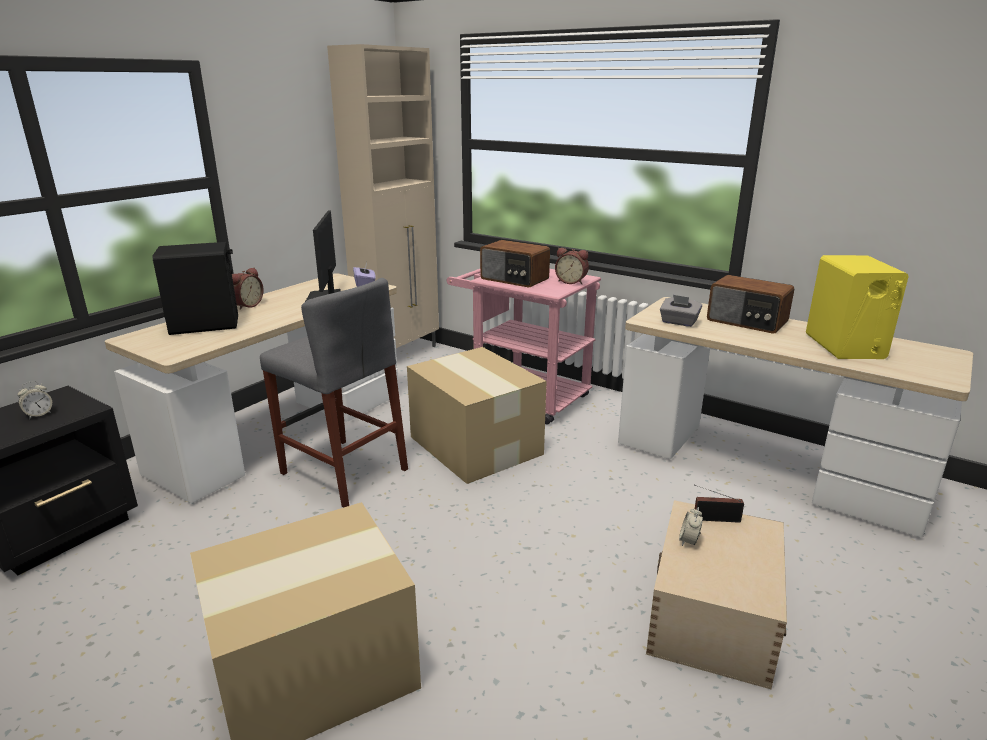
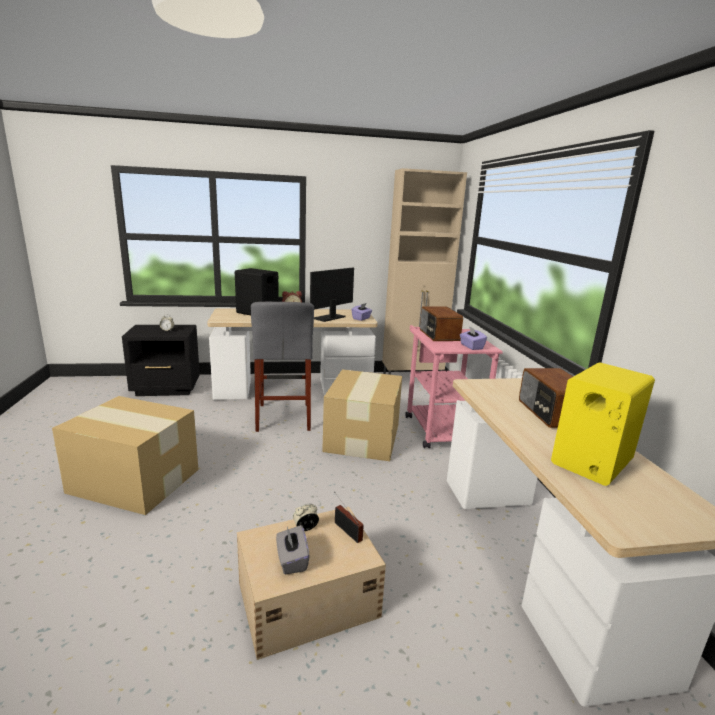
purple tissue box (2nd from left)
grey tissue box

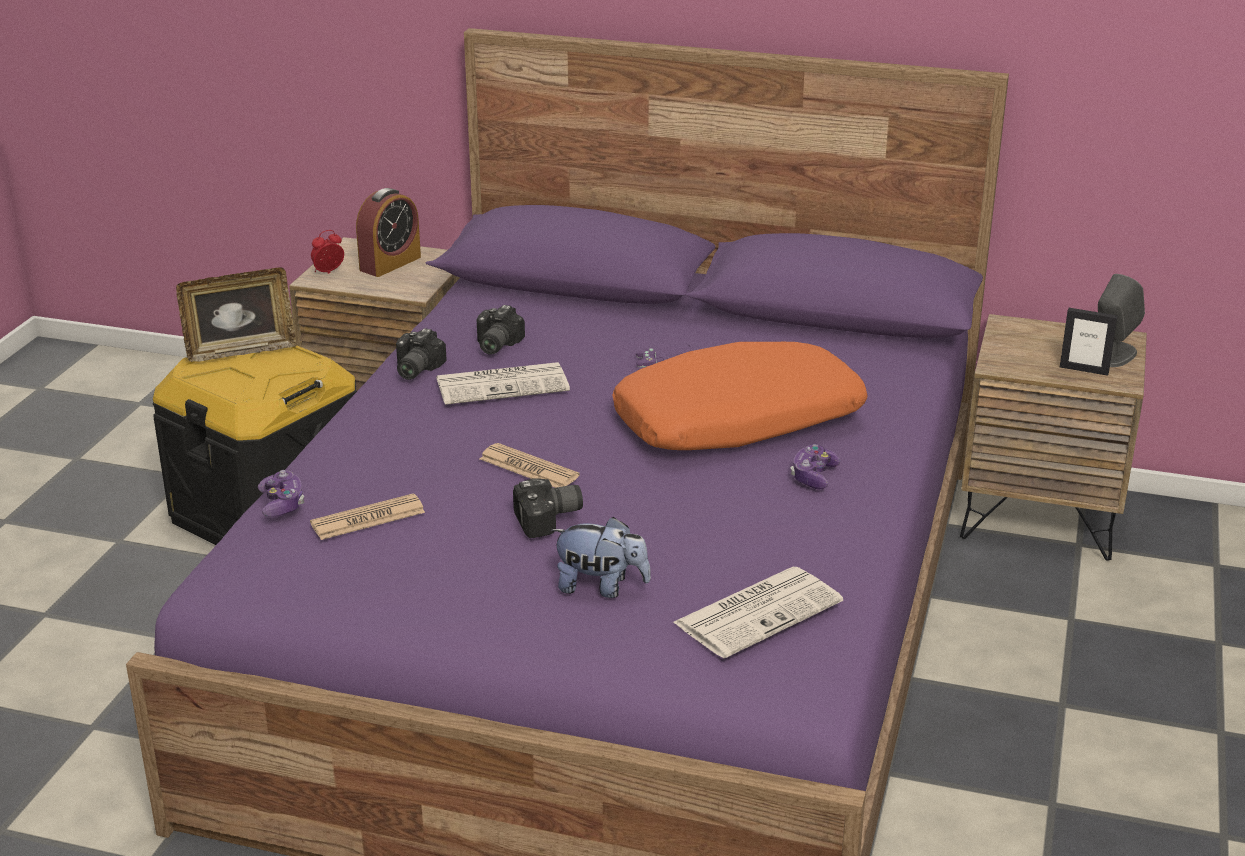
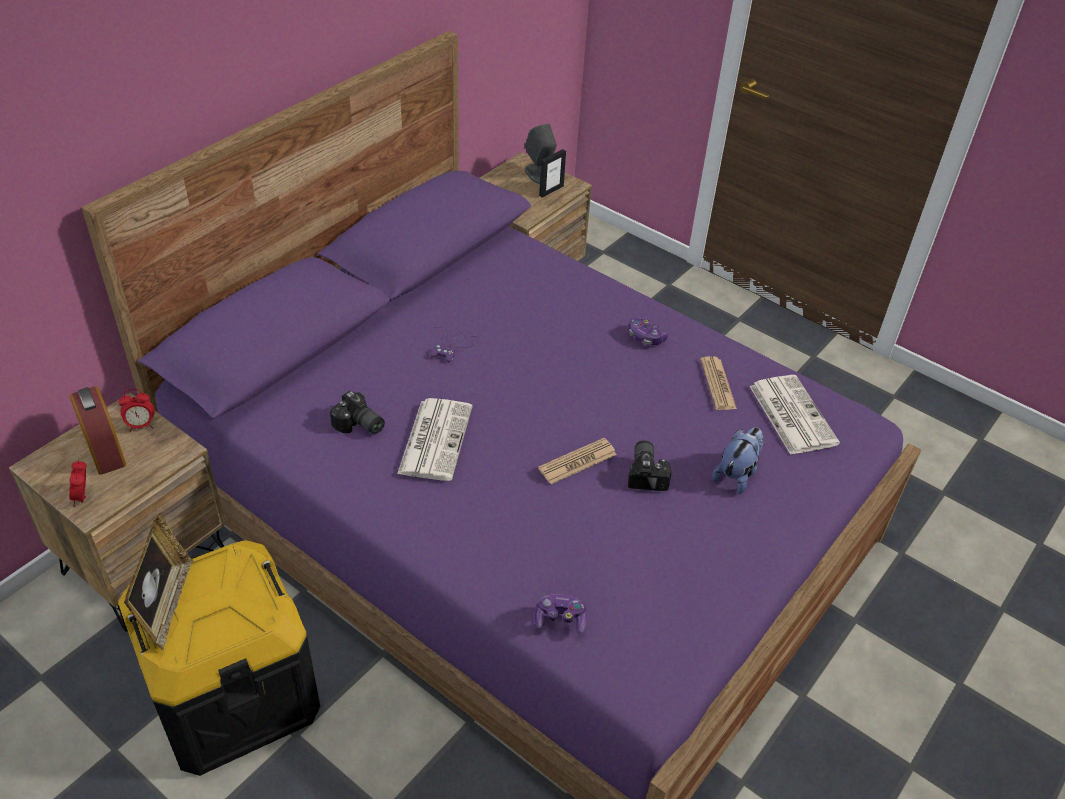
photo camera (1st from left in the first image)
orange pillow
newspaper (3rd from left)
alarm clock (3rd from left)

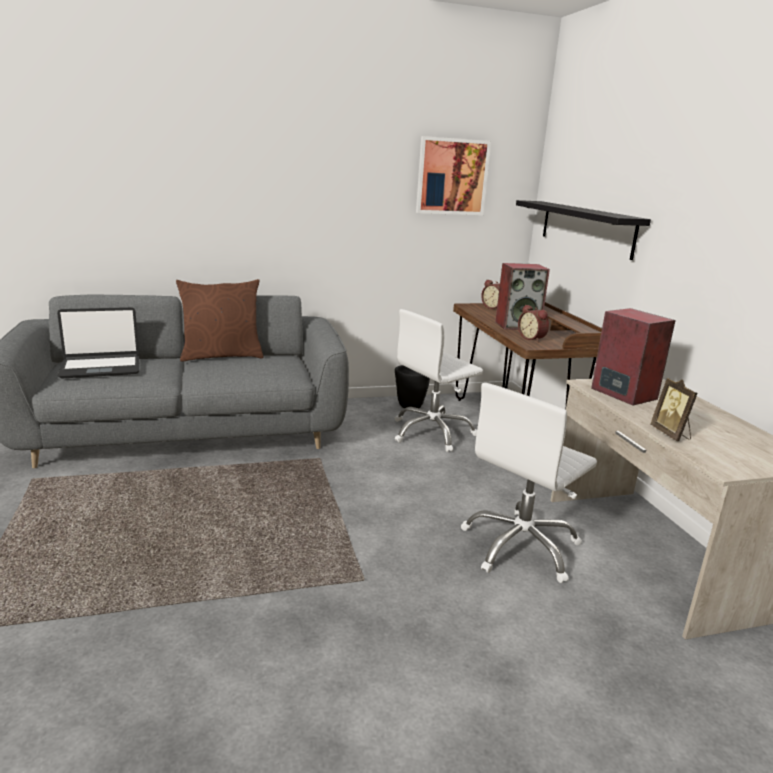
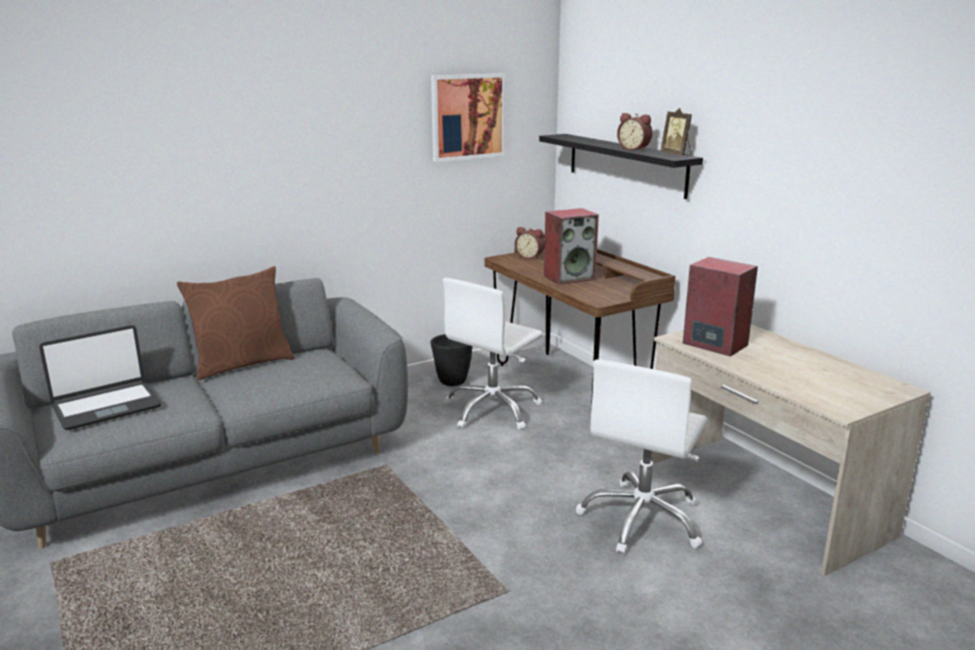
alarm clock (2nd from left)
picture frame

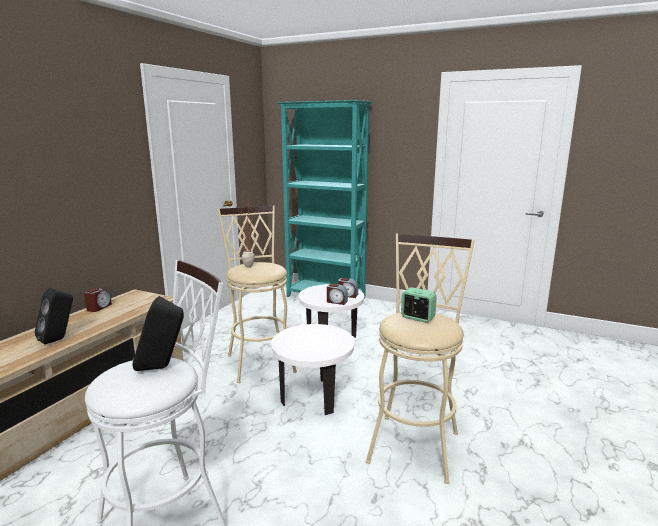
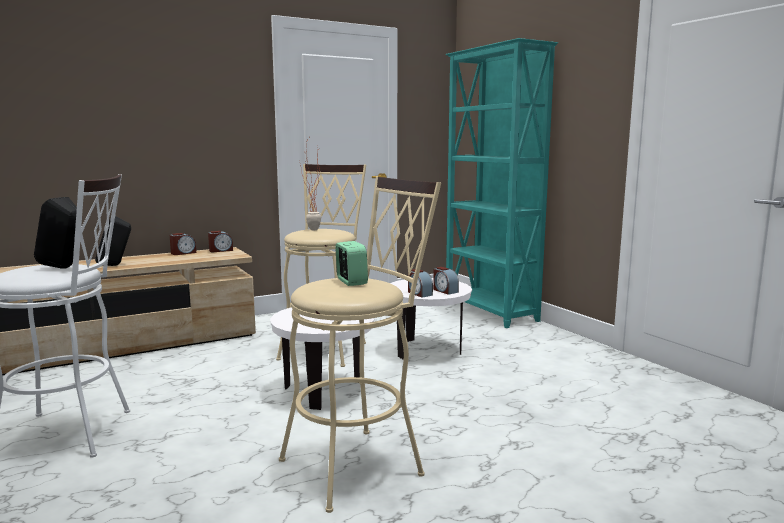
alarm clock (2nd from left)

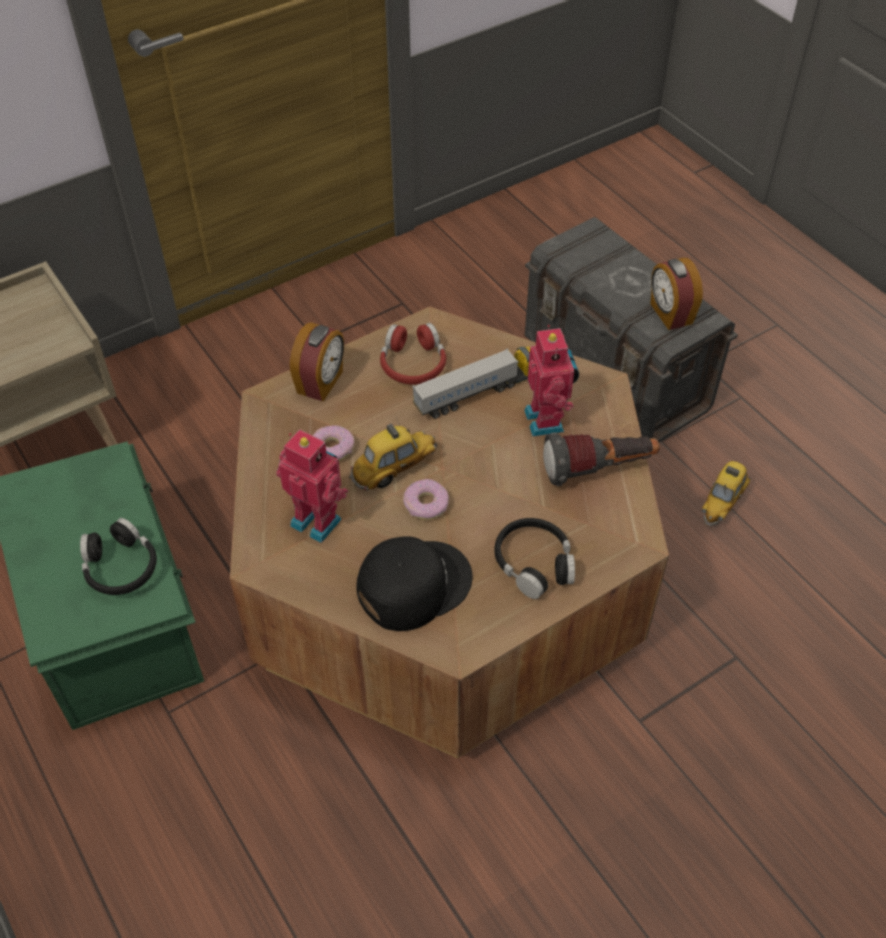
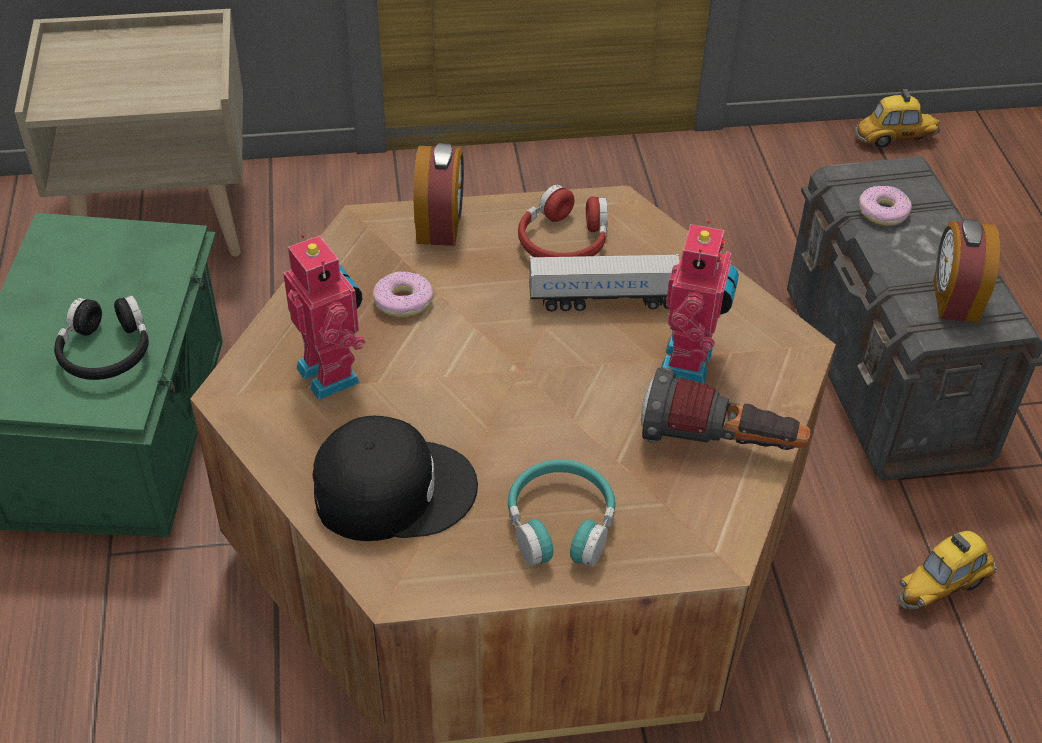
alarm clock (1st from left)
toy car (1st from left)
donut (2nd from left)
turquoise headphones

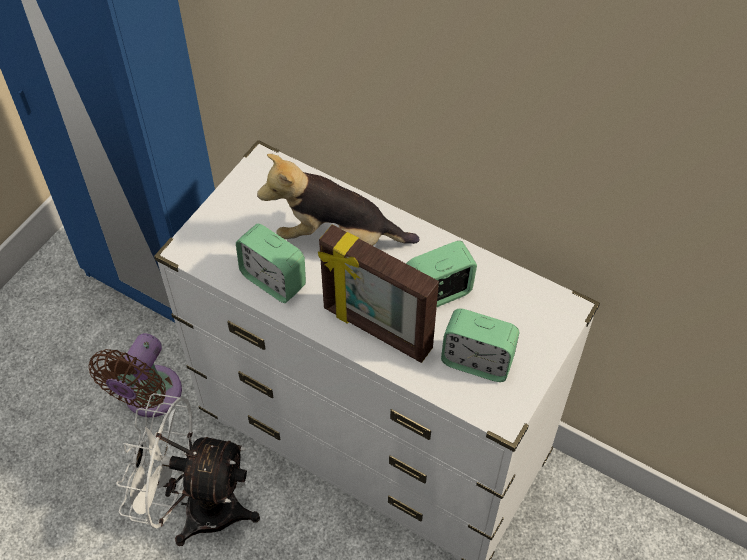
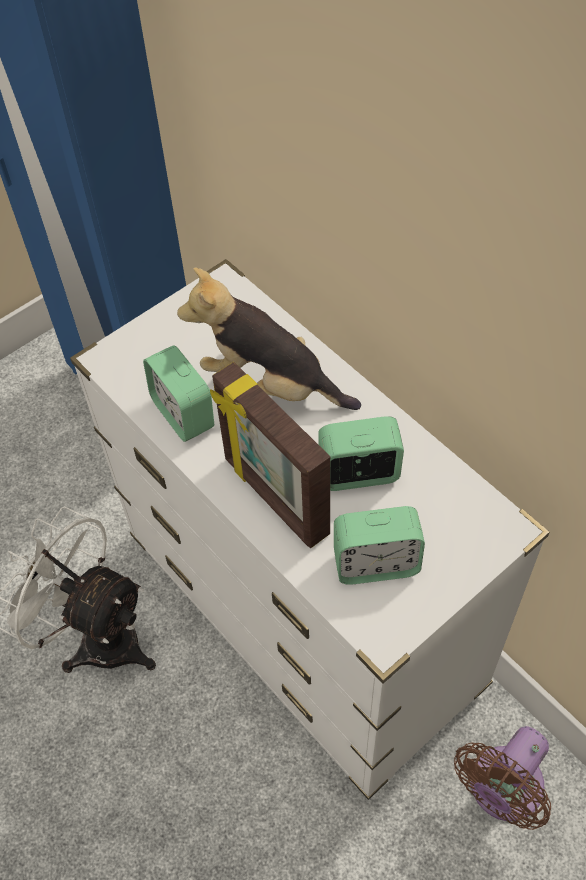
alarm clock (3rd from left)
brown fan

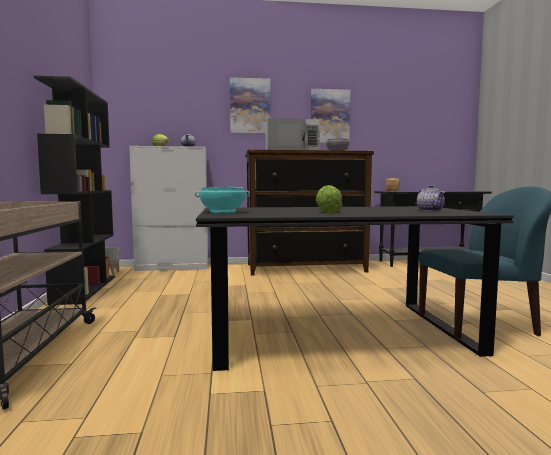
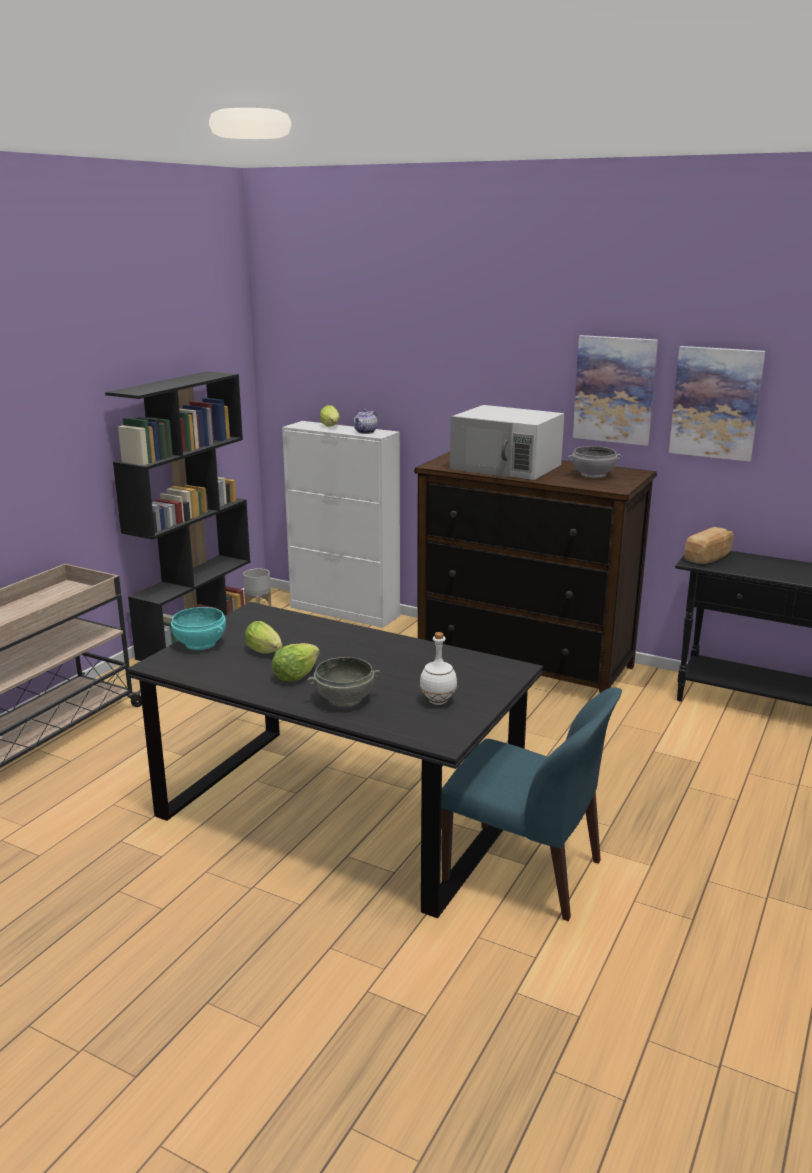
picture (2nd from left)
white bottle
lettuce (1st from left)
grey bowl (1st from left)

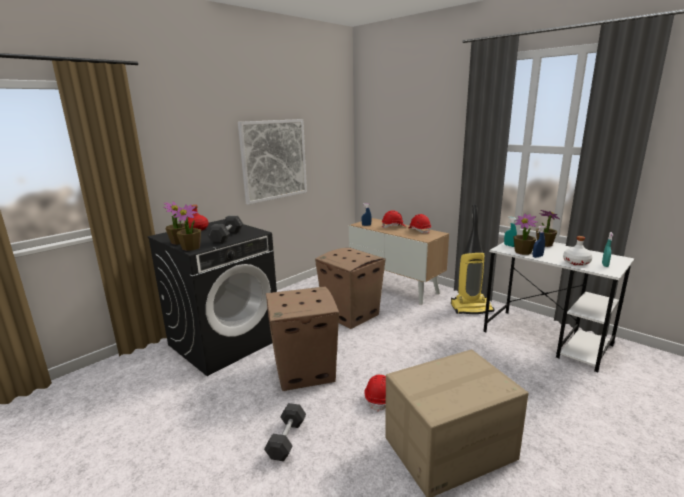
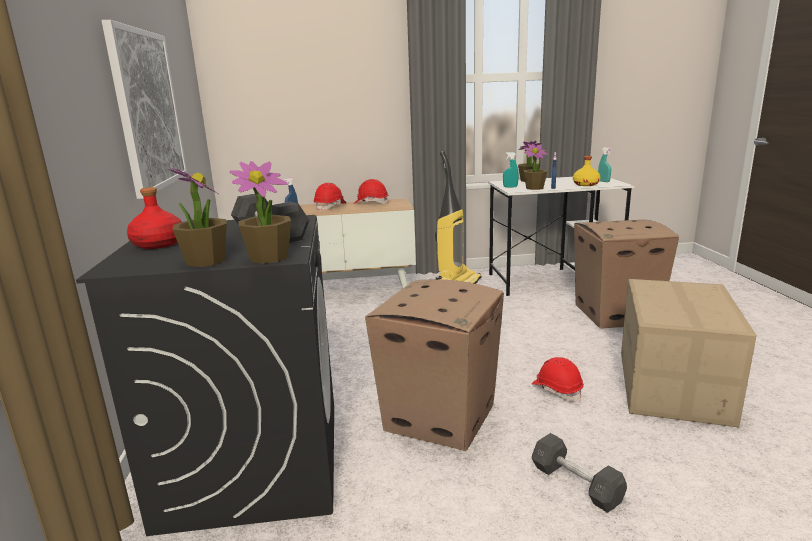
yellow bottle
cardboard box (2nd from left)

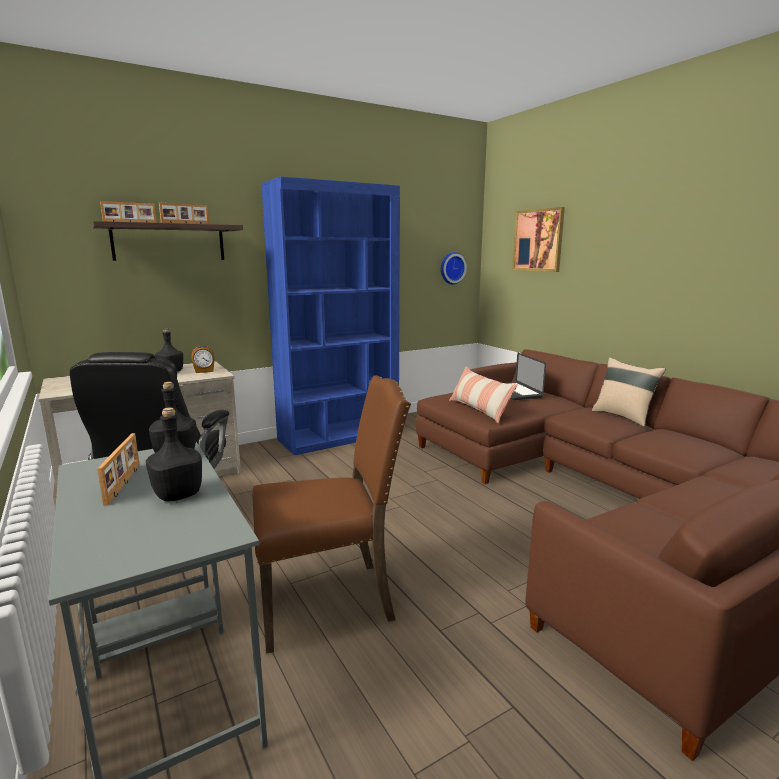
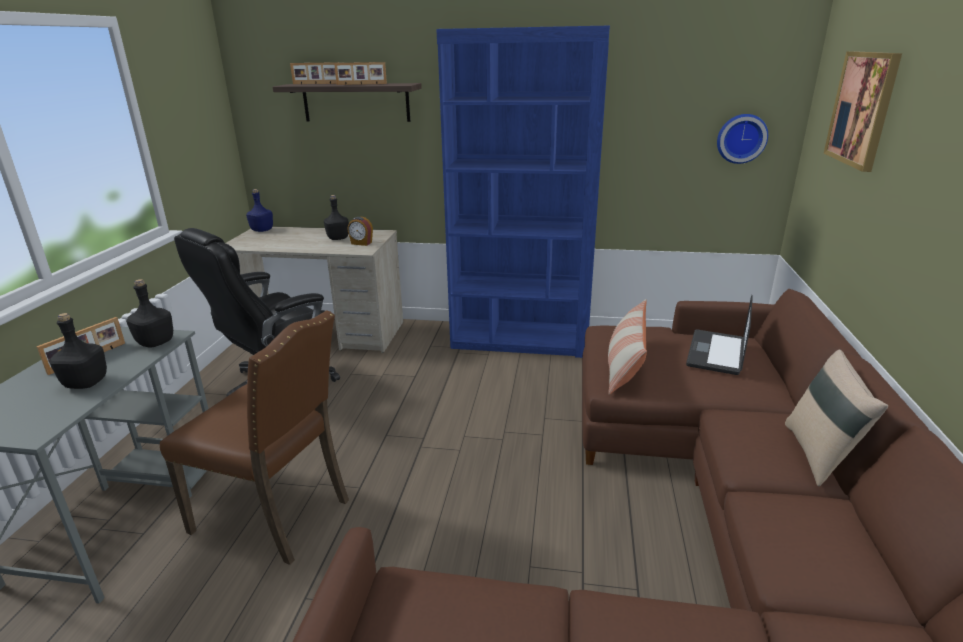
blue bottle

